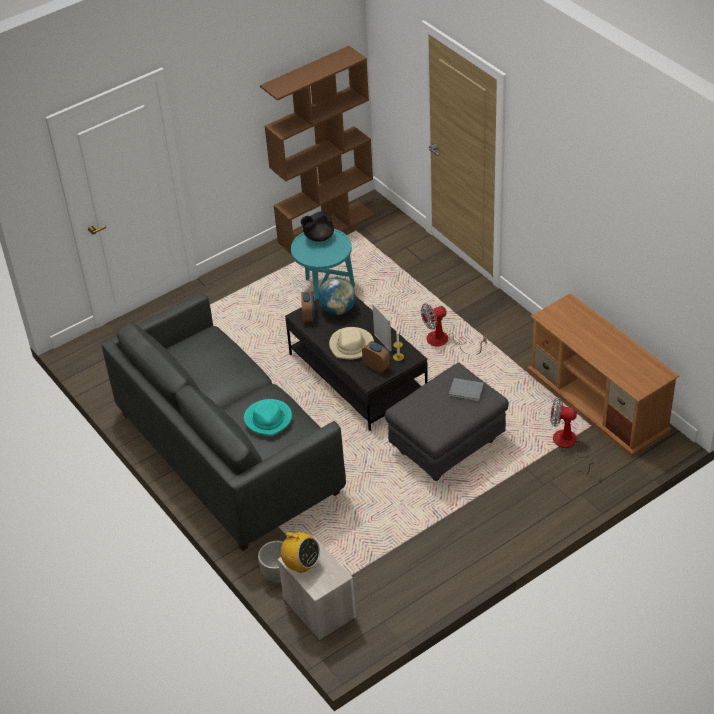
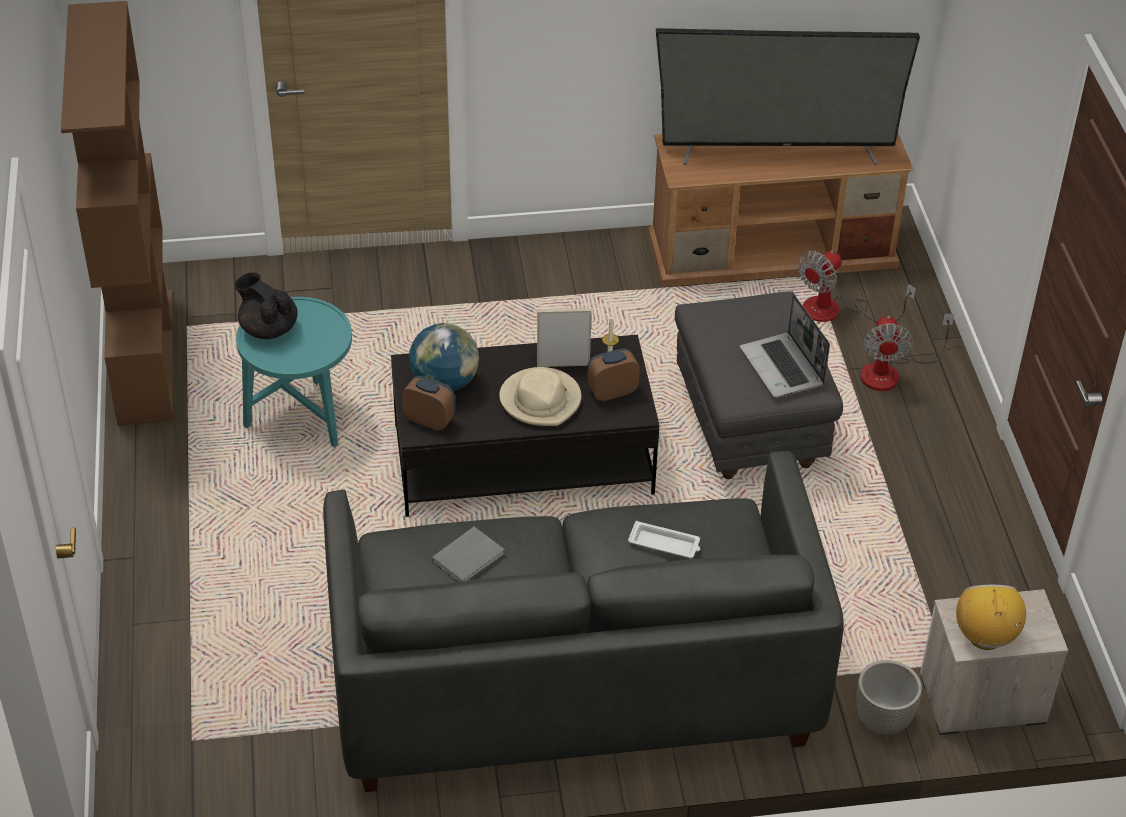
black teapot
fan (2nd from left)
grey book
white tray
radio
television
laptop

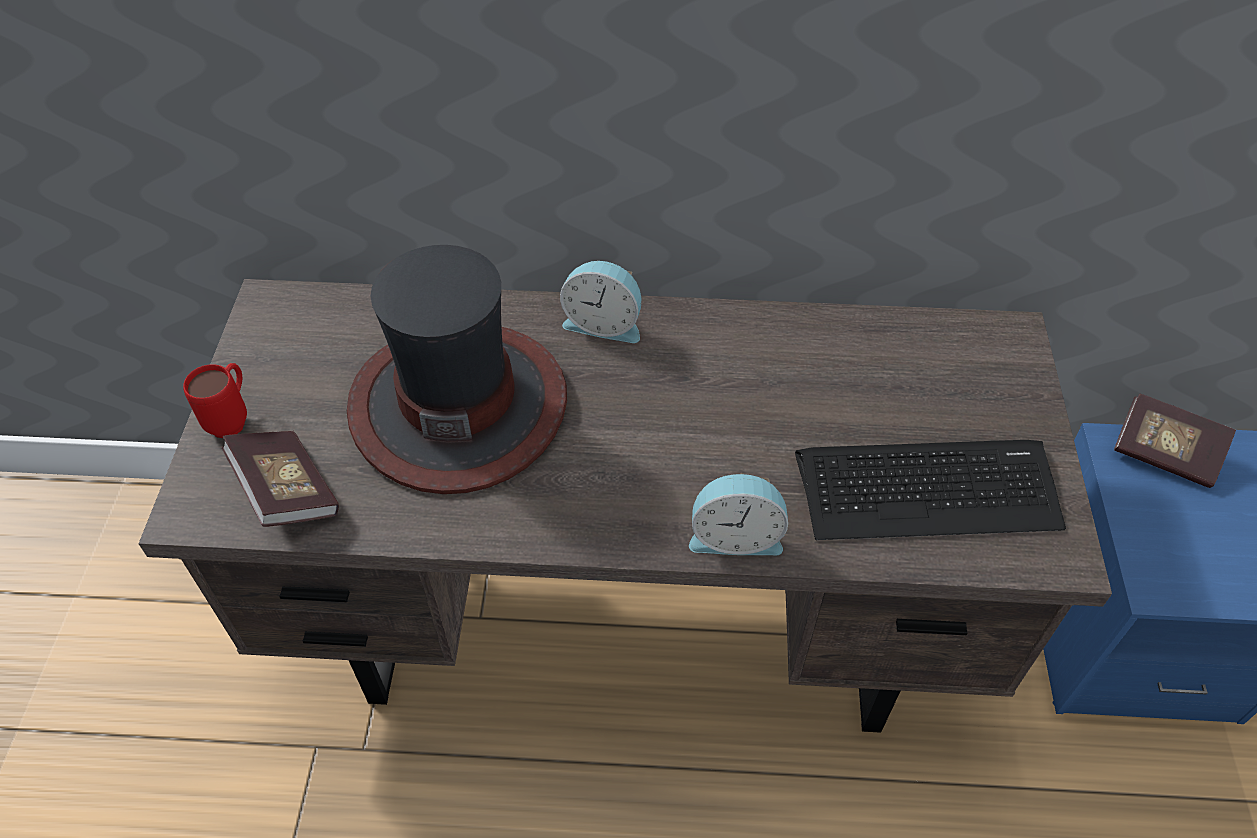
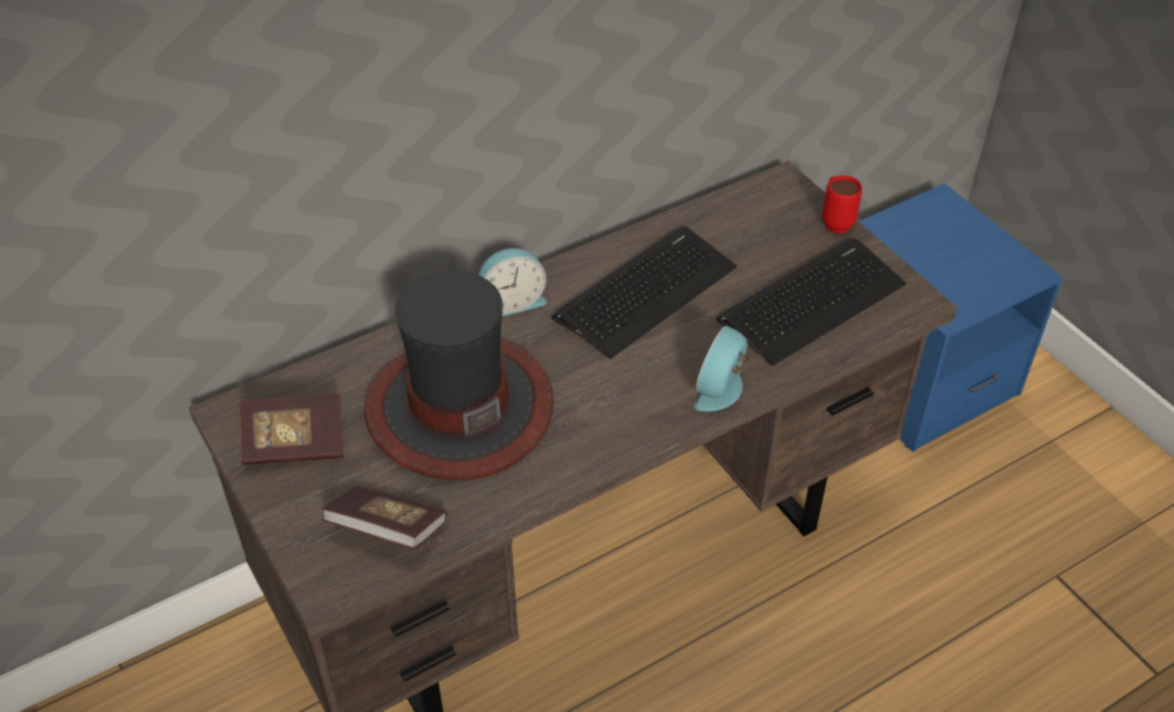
red mug
book (1st from left)
alarm clock (2nd from left)
keyboard (1st from left)

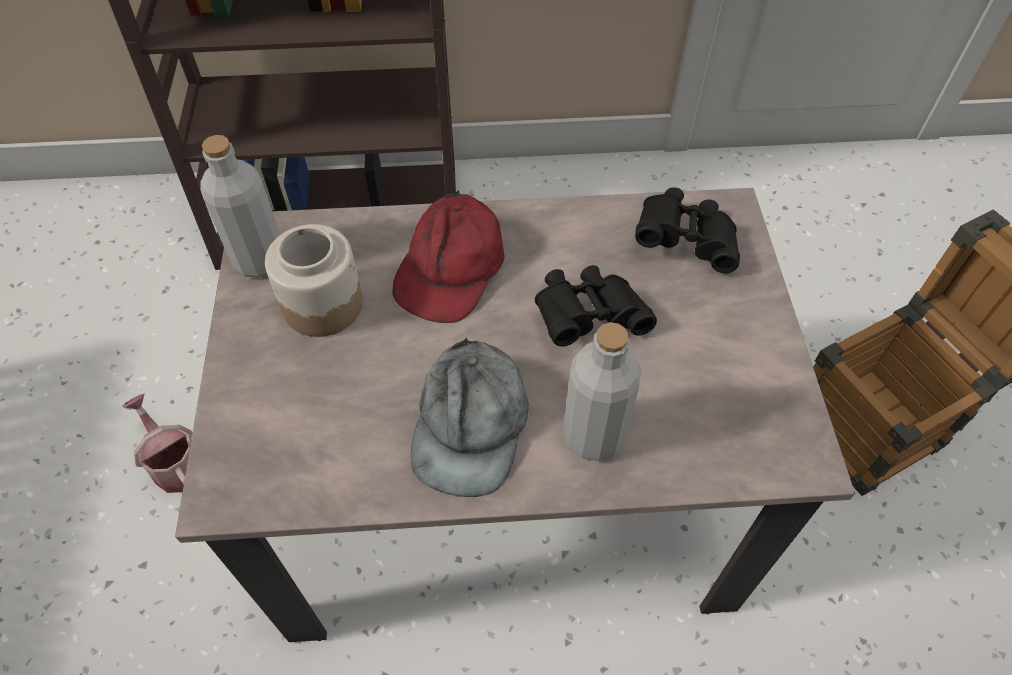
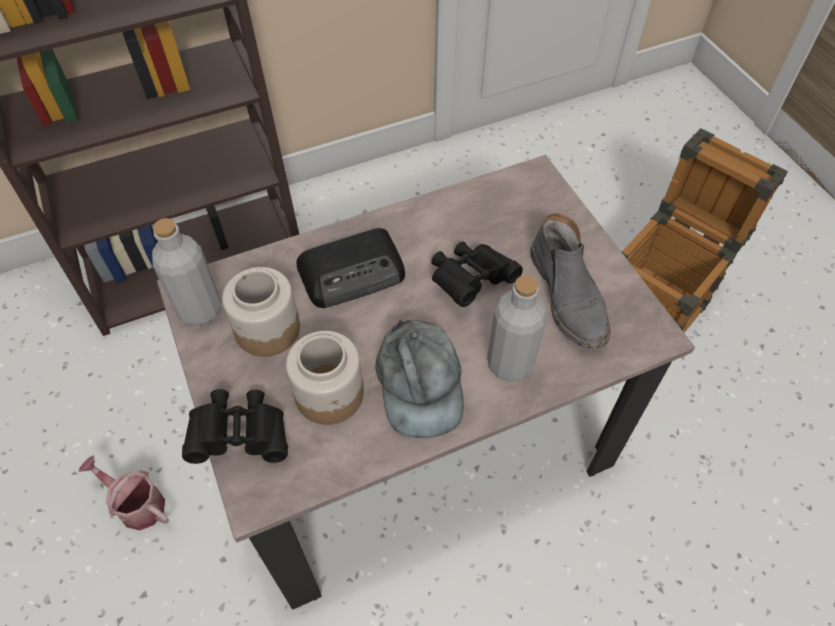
black binoculars (1st from left)
radio
grey boot
jar (2nd from left)

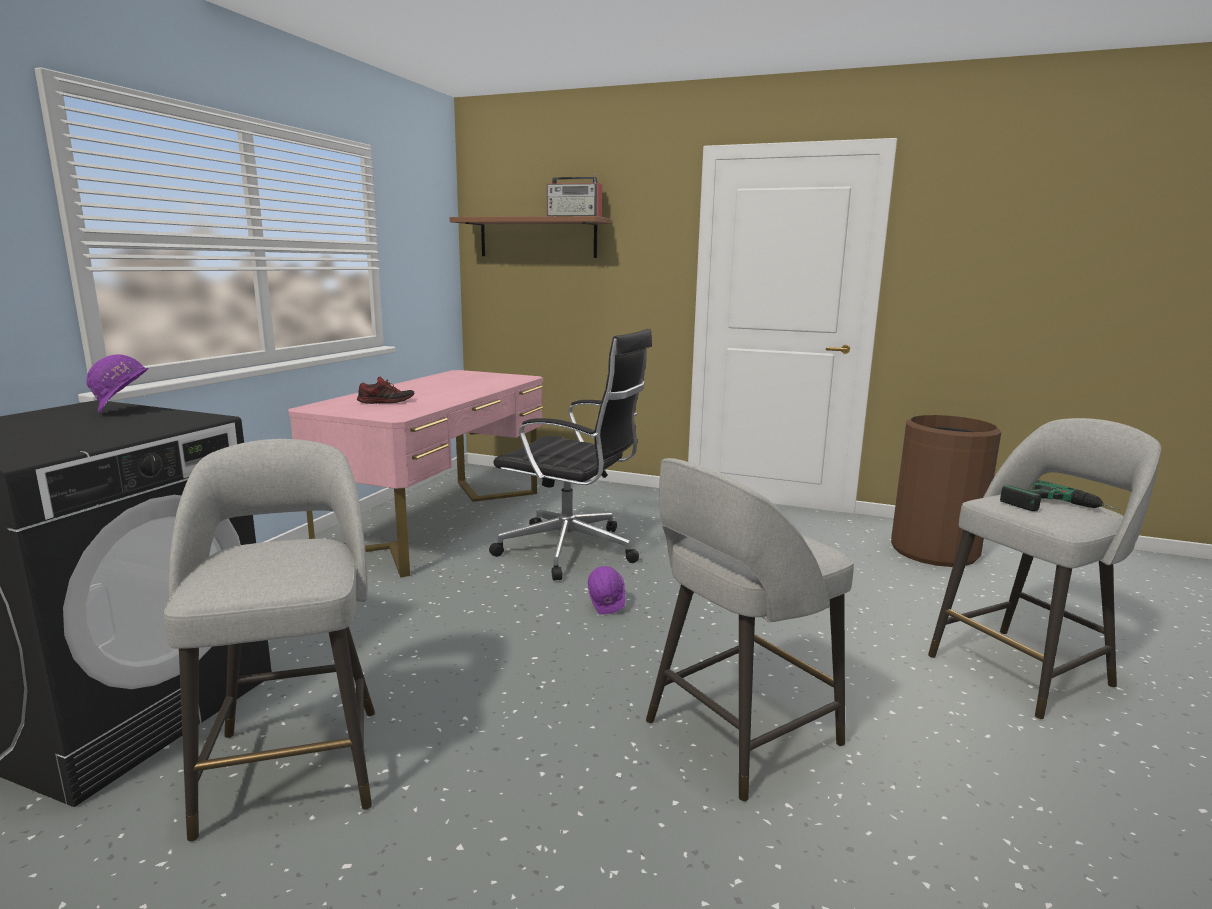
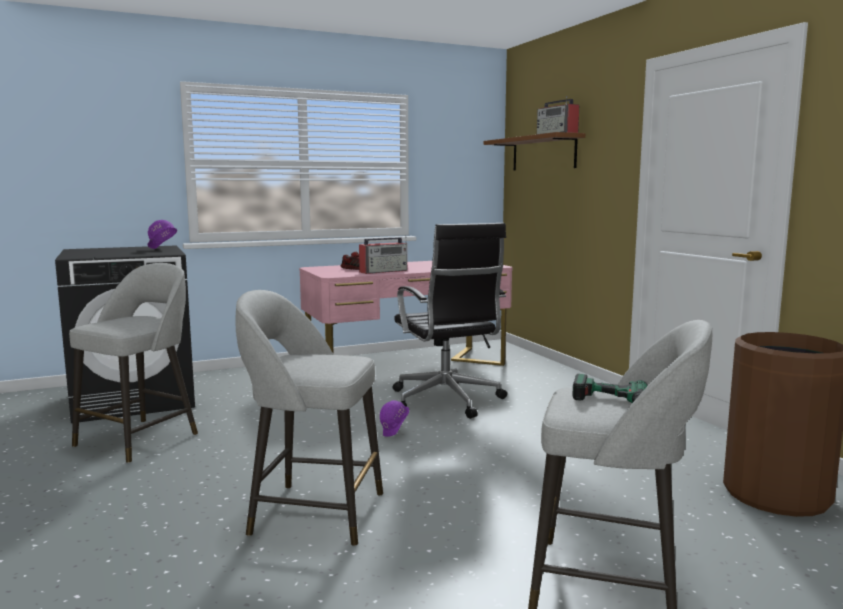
radio (1st from left)

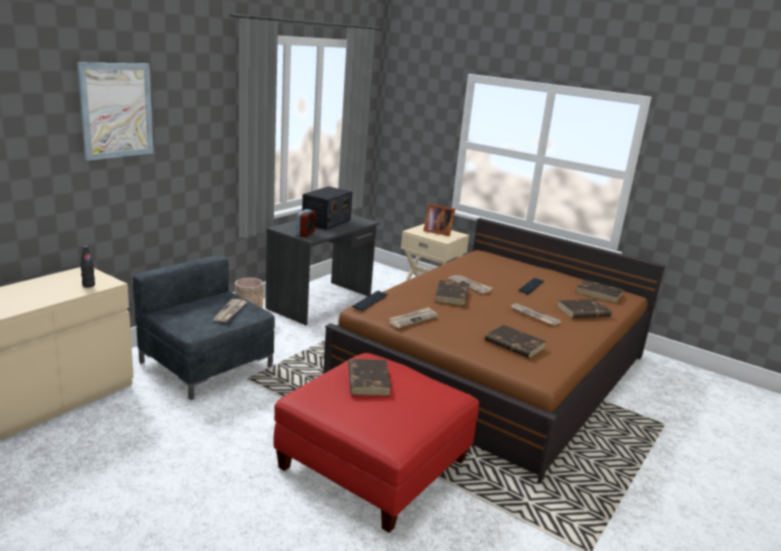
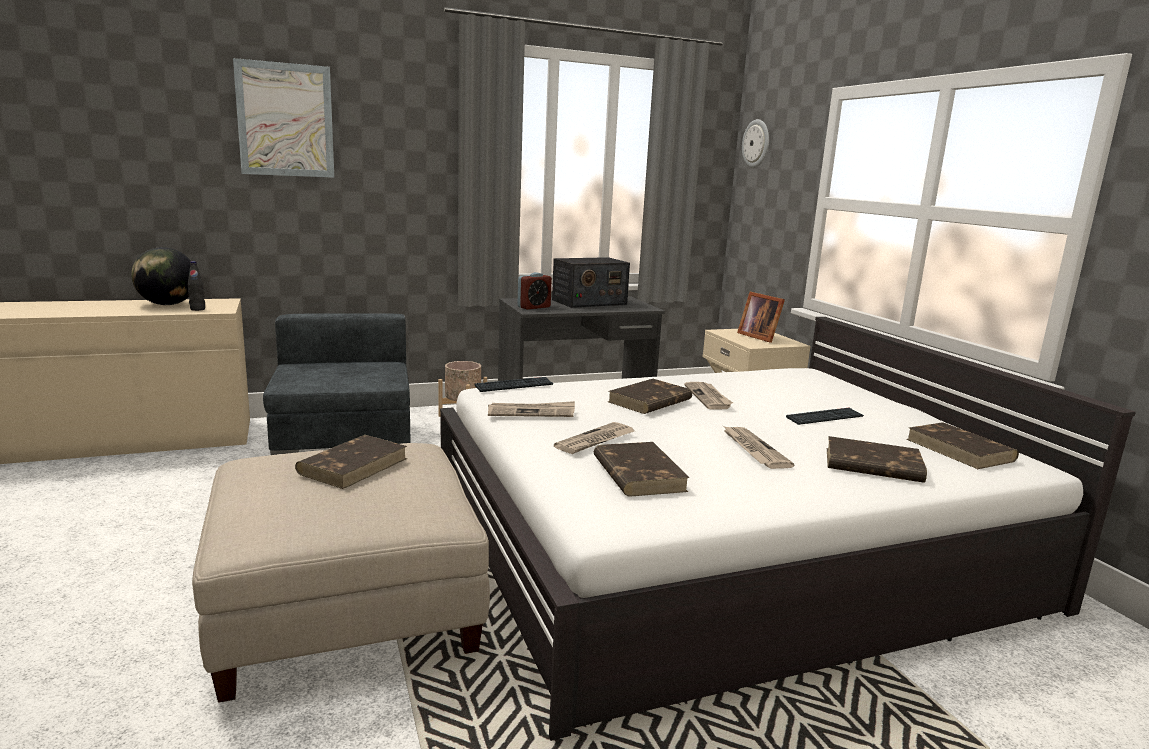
white bed
newspaper (2nd from left)
beige ottoman
wall clock
globe

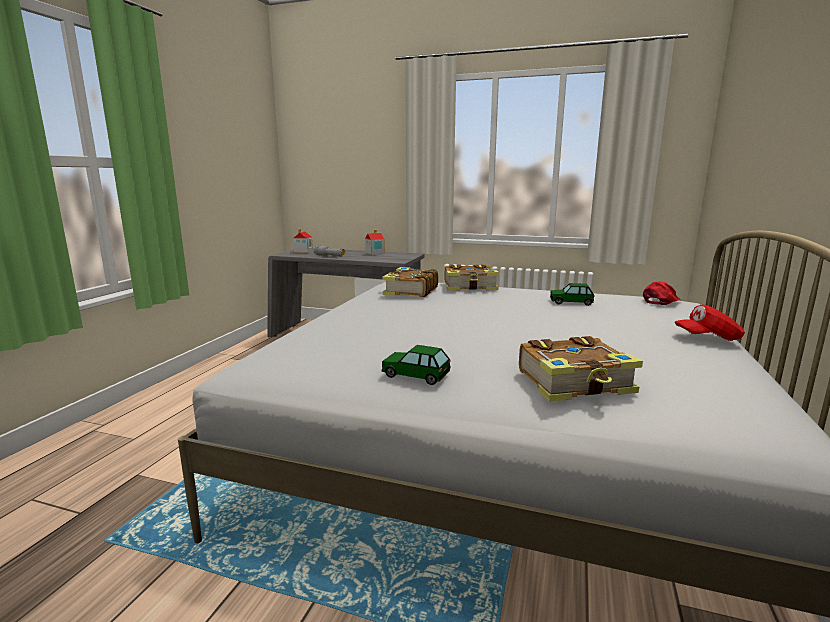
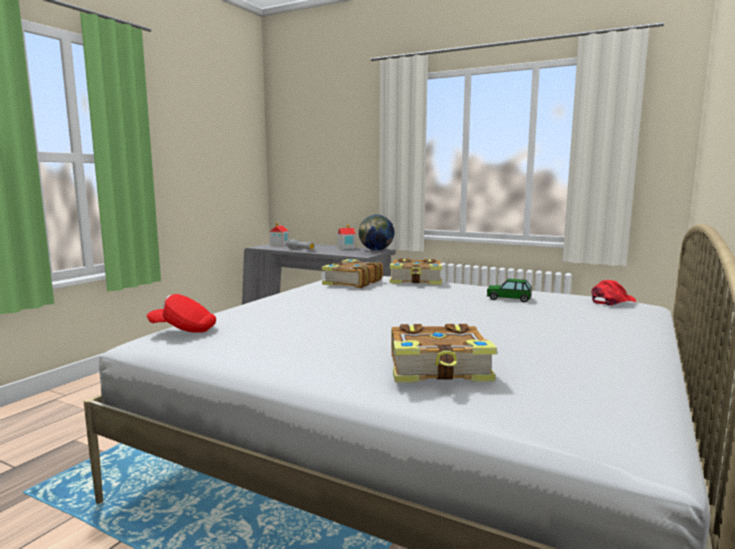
red cap (1st from left)
toy car (1st from left in the first image)
globe

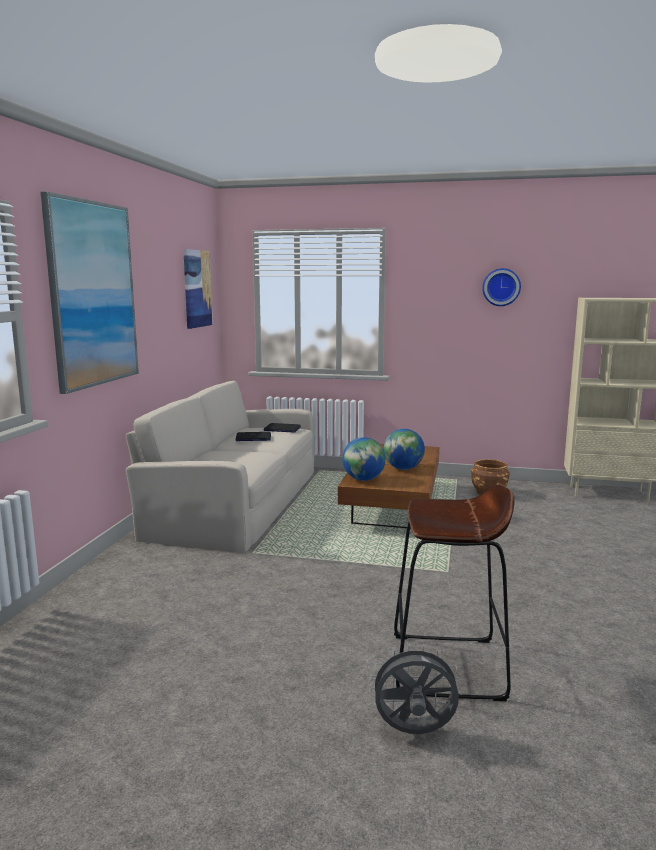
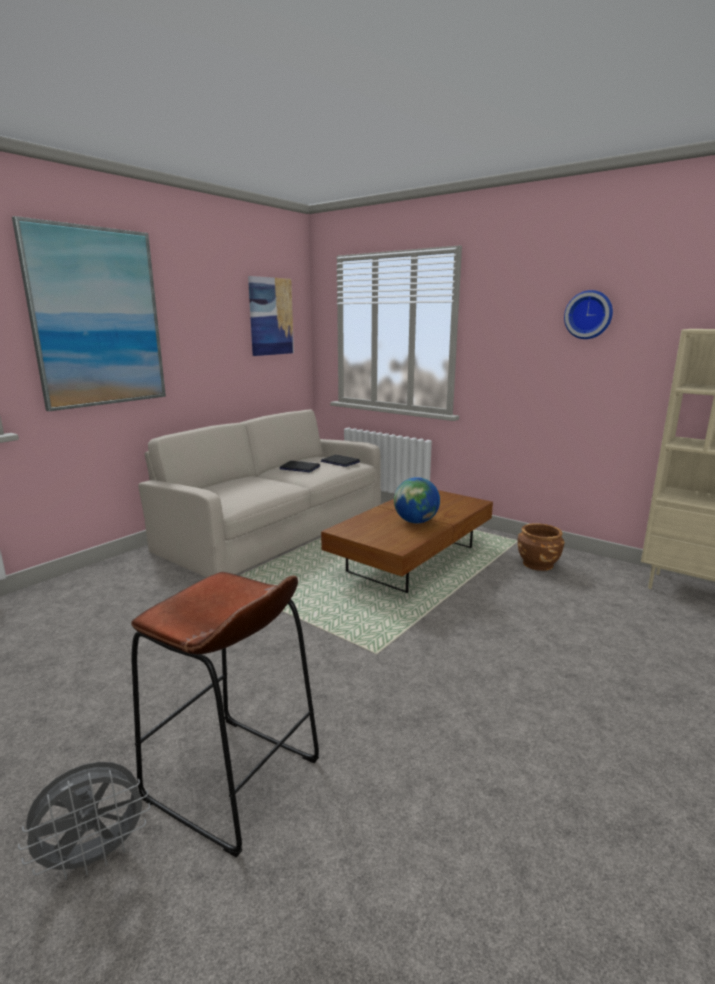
globe (1st from left in the first image)
grey fan

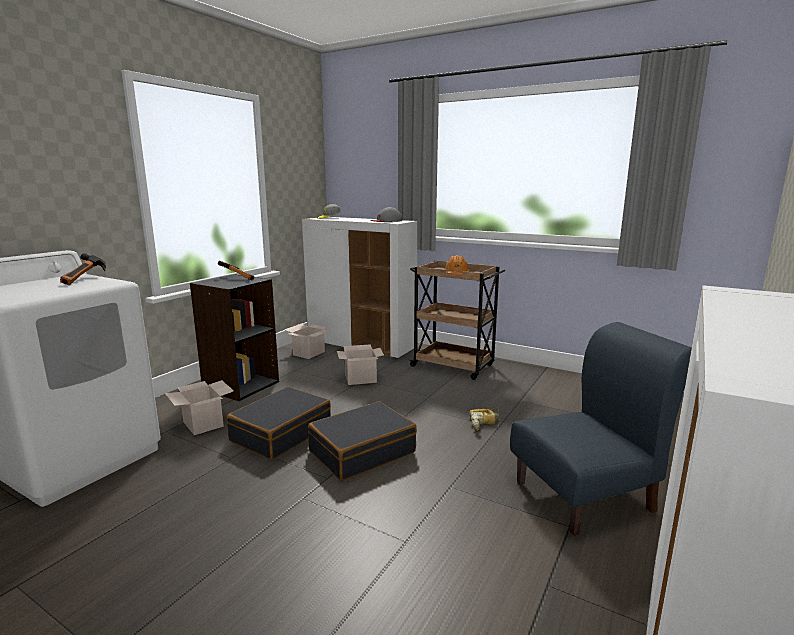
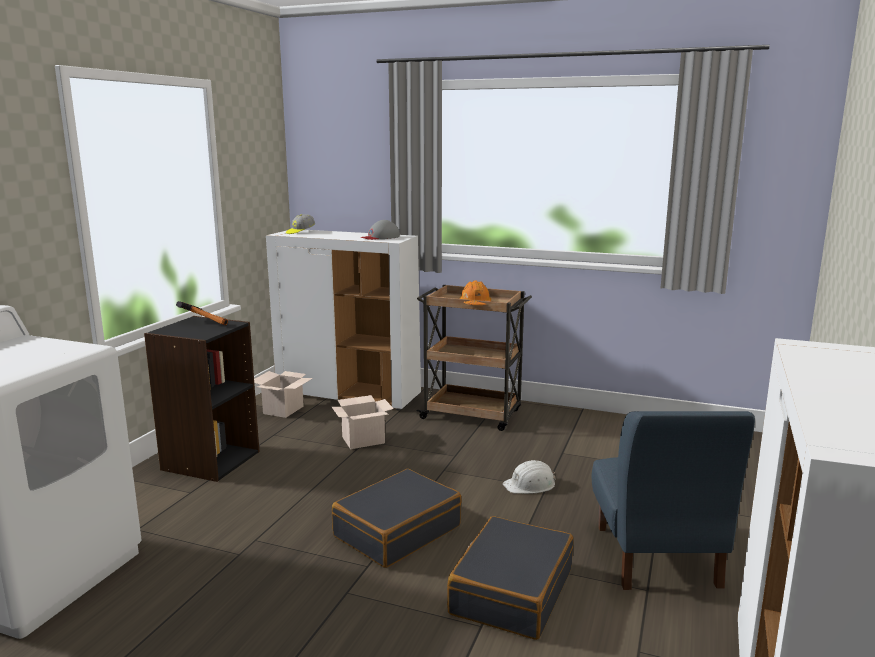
hammer (1st from left in the first image)
blue chair
cardboard box (1st from left in the first image)
black suitcase (2nd from left)
white hard hat

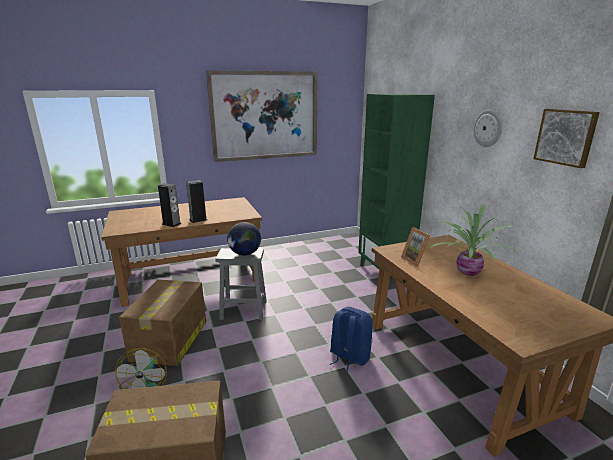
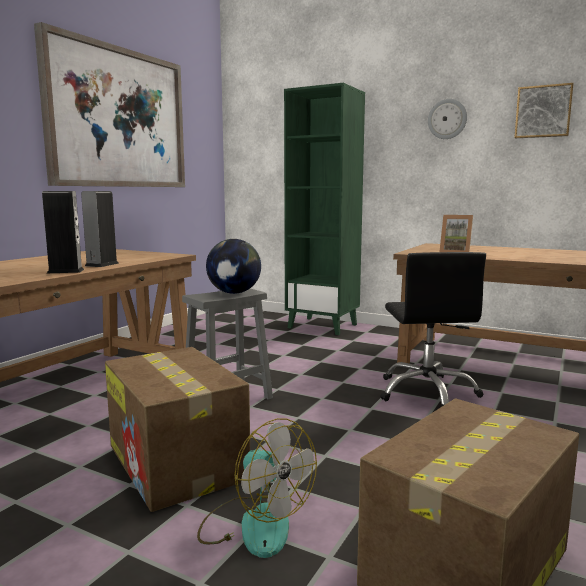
potted plant
black office chair

